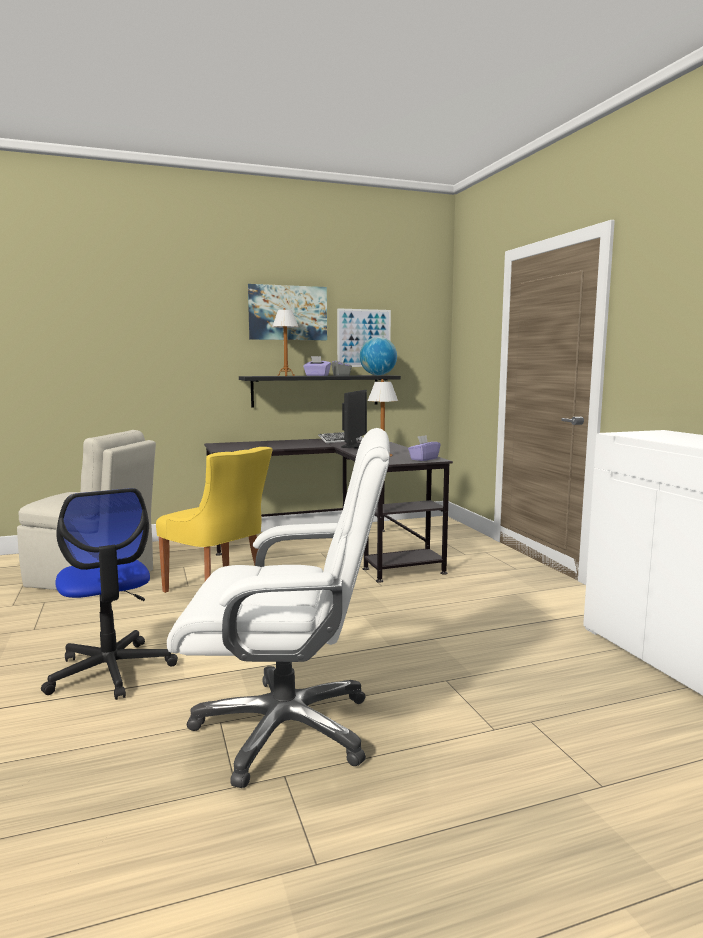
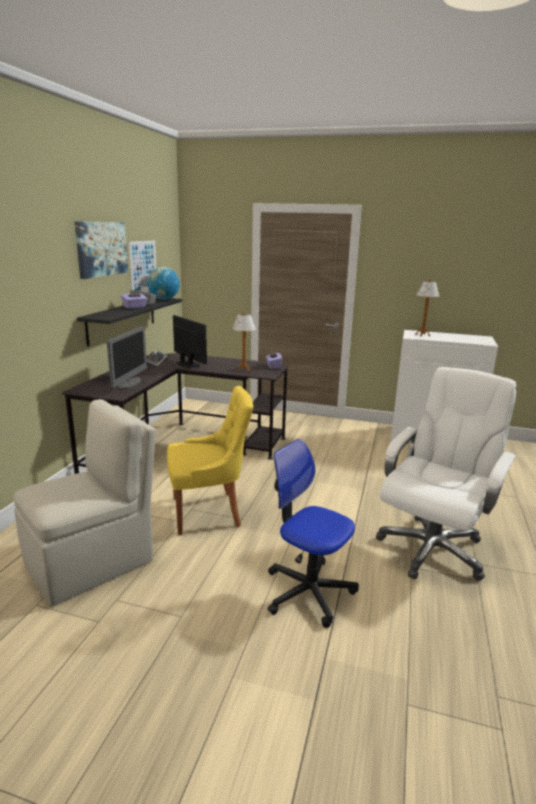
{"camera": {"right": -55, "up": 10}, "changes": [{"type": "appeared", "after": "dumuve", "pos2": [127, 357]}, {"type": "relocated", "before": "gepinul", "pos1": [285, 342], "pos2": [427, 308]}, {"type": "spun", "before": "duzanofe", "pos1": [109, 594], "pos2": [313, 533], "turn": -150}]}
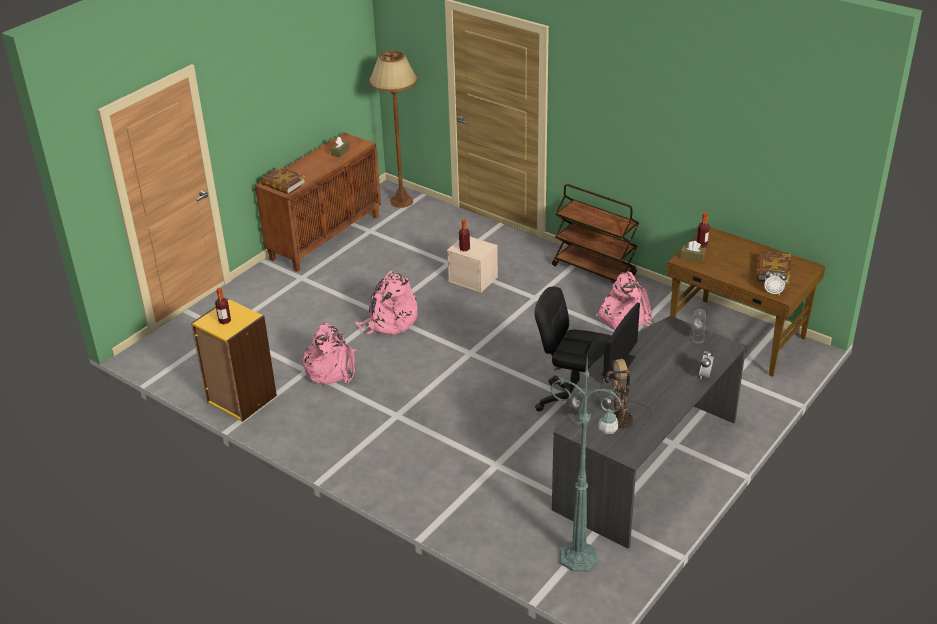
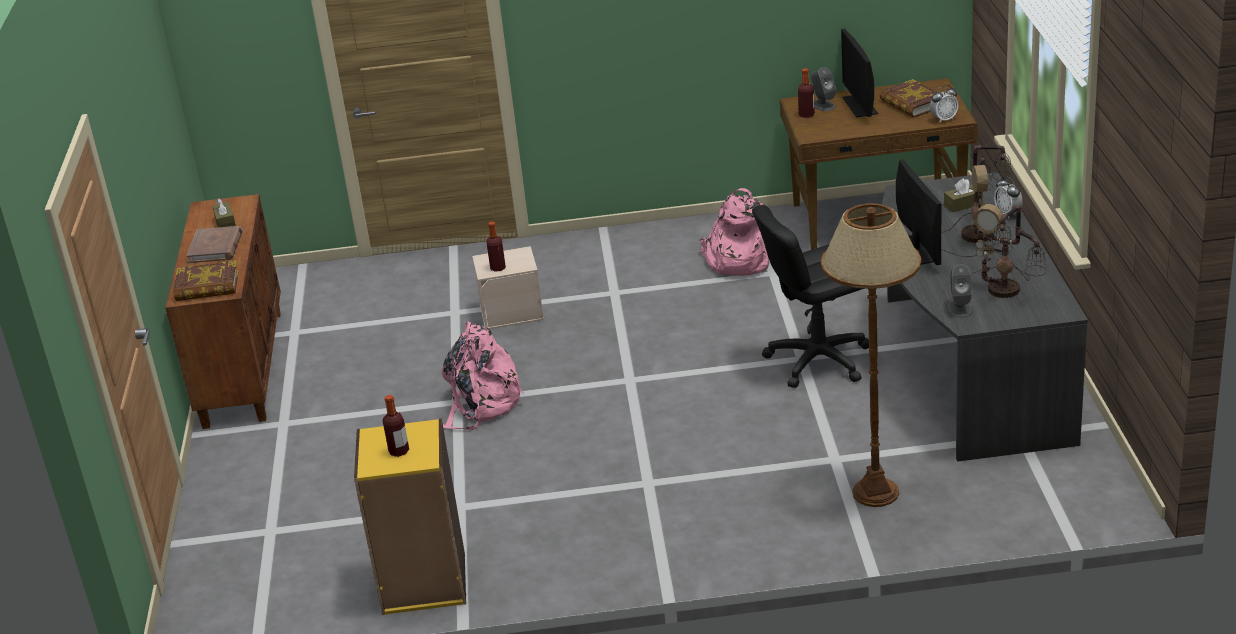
{"camera": {"right": -40, "up": -5}, "changes": [{"type": "missing", "before": "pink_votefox", "pos1": [329, 354]}, {"type": "missing", "before": "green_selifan", "pos1": [586, 461]}, {"type": "missing", "before": "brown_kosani", "pos1": [595, 233]}, {"type": "appeared", "after": "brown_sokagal", "pos2": [214, 244]}, {"type": "appeared", "after": "dumuve", "pos2": [859, 73]}, {"type": "appeared", "after": "gepinul", "pos2": [977, 201]}, {"type": "relocated", "before": "brown_selifan", "pos1": [393, 129], "pos2": [871, 355]}, {"type": "relocated", "before": "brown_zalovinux", "pos1": [693, 252], "pos2": [963, 195]}, {"type": "relocated", "before": "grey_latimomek", "pos1": [697, 326], "pos2": [823, 89]}]}
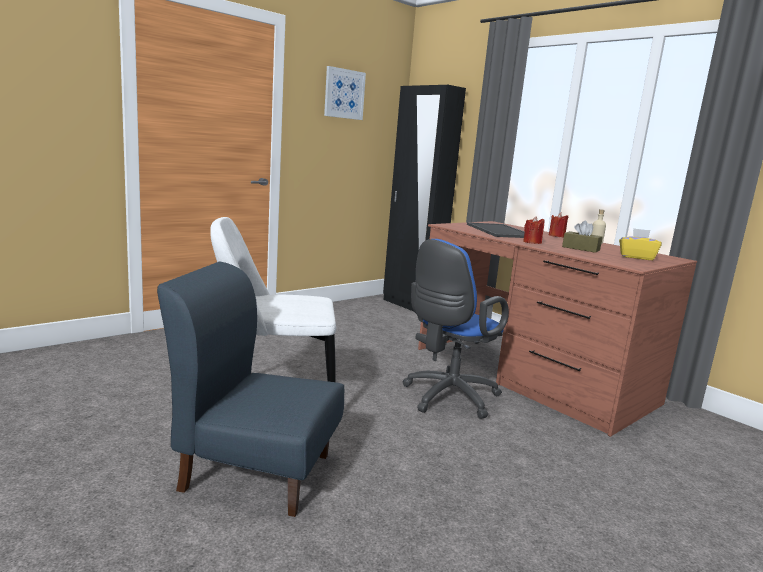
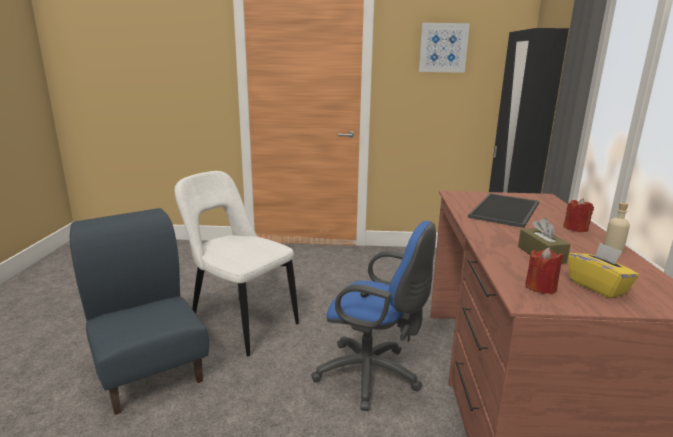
{"camera": {"right": 45, "up": 5}, "changes": [{"type": "relocated", "before": "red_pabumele", "pos1": [533, 230], "pos2": [544, 270]}, {"type": "spun", "before": "blue_duzanofe", "pos1": [455, 329], "pos2": [373, 316], "turn": -150}]}
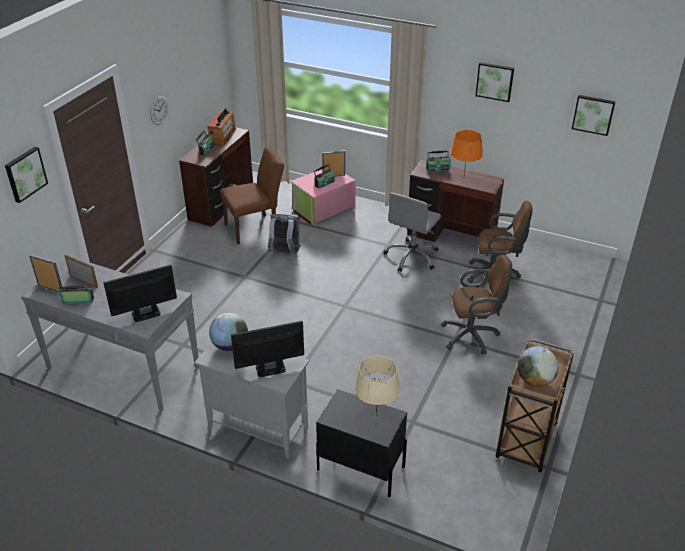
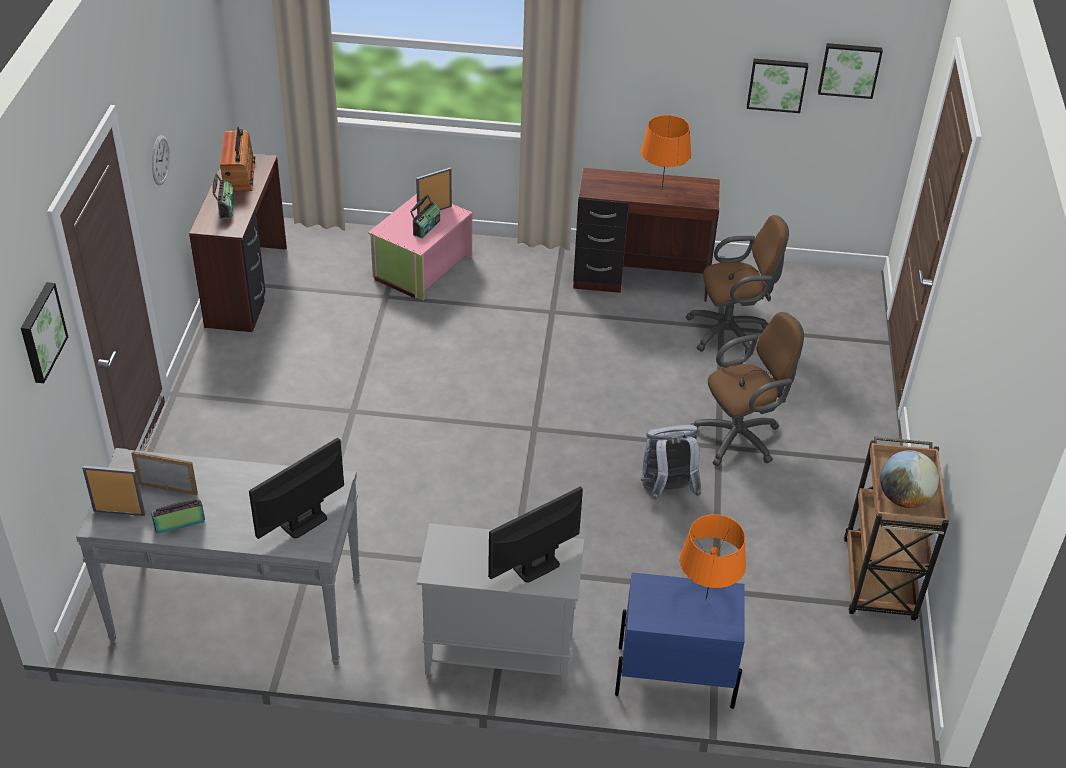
{"camera": {"right": -20, "up": 5}, "changes": [{"type": "missing", "before": "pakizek", "pos1": [228, 332]}, {"type": "missing", "before": "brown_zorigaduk", "pos1": [252, 195]}, {"type": "missing", "before": "grey_duzanofe", "pos1": [413, 232]}, {"type": "missing", "before": "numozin", "pos1": [438, 161]}, {"type": "relocated", "before": "grey_votefox", "pos1": [284, 234], "pos2": [671, 462]}, {"type": "relocated", "before": "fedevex", "pos1": [494, 82], "pos2": [777, 86]}, {"type": "colour", "before": "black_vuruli", "after": "blue_vuruli", "pos1": [361, 443], "pos2": [680, 640]}, {"type": "colour", "before": "beige_gepinul", "after": "orange_gepinul", "pos1": [377, 386], "pos2": [712, 557]}]}
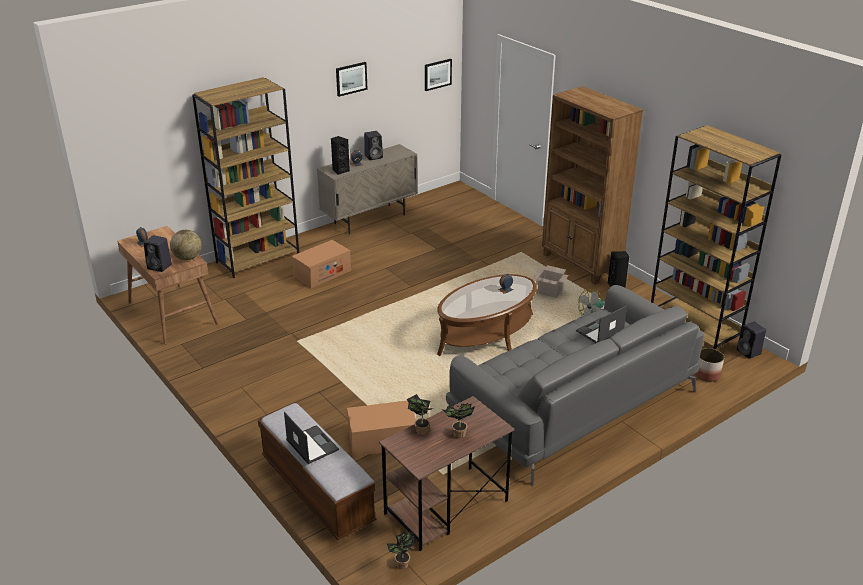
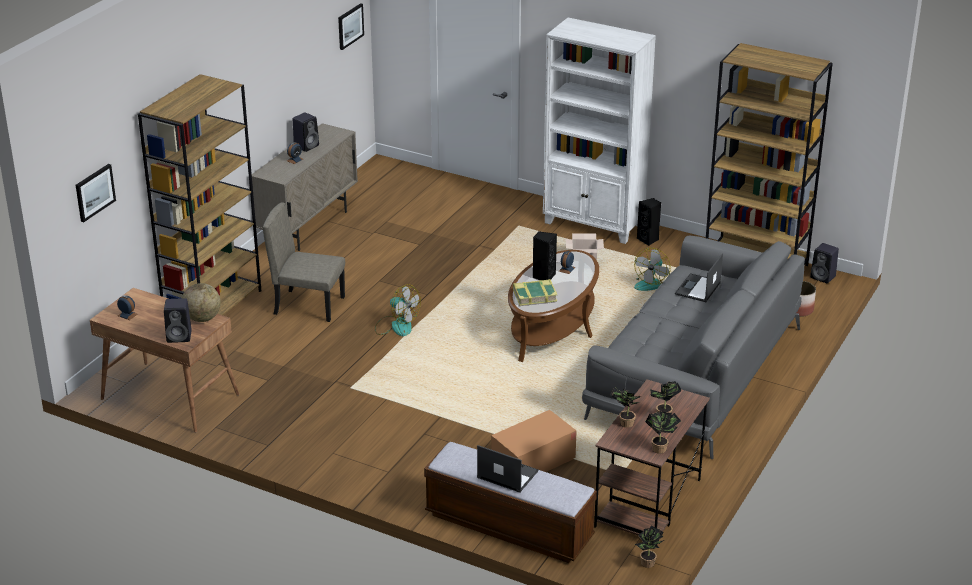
{"camera": {"right": -25, "up": 0}, "changes": [{"type": "appeared", "after": "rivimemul", "pos2": [398, 310]}, {"type": "appeared", "after": "sokagal", "pos2": [535, 292]}, {"type": "appeared", "after": "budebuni", "pos2": [663, 433]}, {"type": "relocated", "before": "black_latimomek", "pos1": [340, 155], "pos2": [545, 255]}, {"type": "relocated", "before": "fedevex", "pos1": [352, 79], "pos2": [96, 193]}, {"type": "exchanged", "before": "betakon", "after": "beige_zorigaduk", "pos1": [321, 264], "pos2": [304, 262]}, {"type": "colour", "before": "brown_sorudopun", "after": "white_sorudopun", "pos1": [592, 185], "pos2": [599, 131]}]}
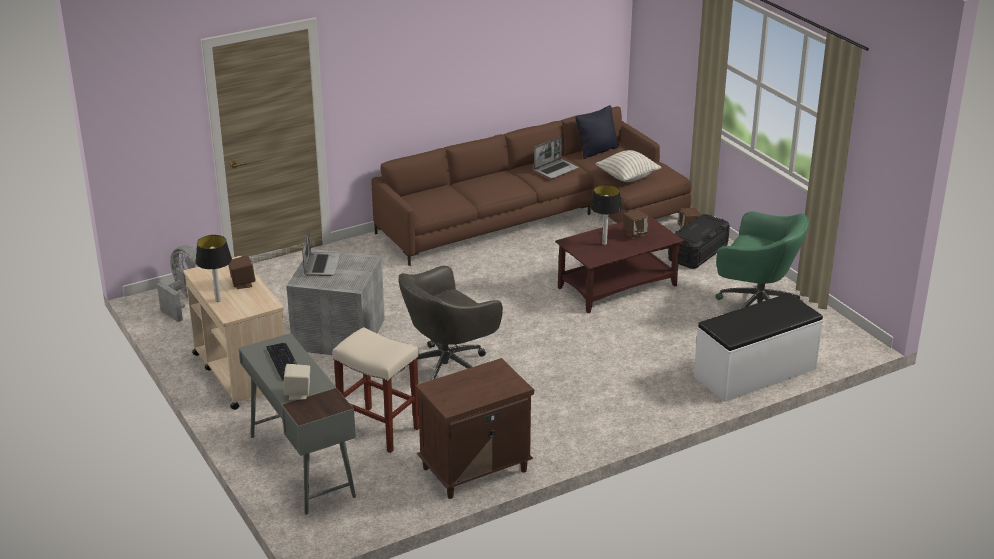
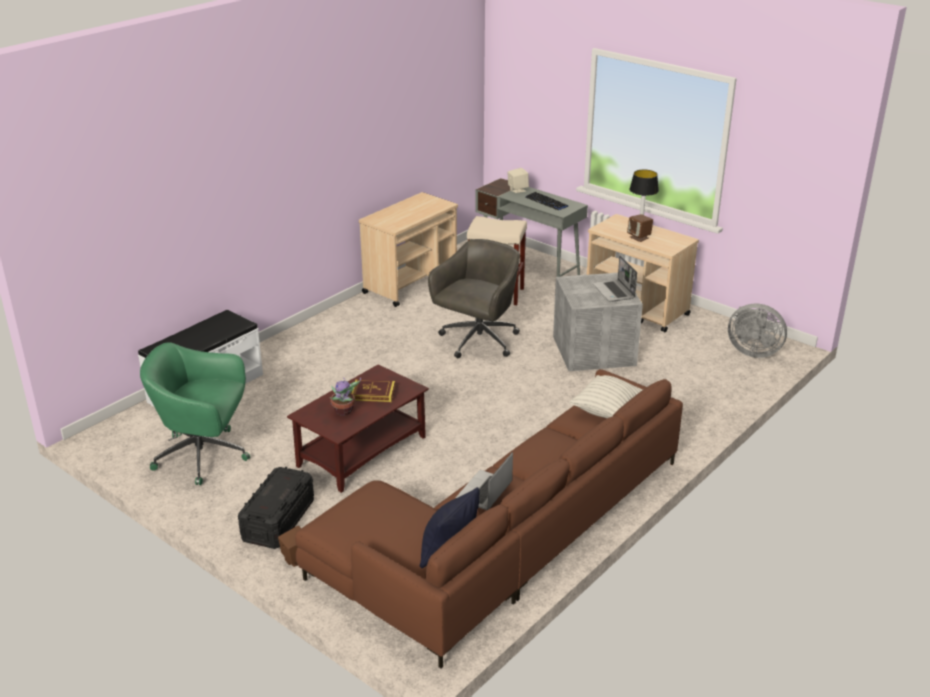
{"camera": {"right": 160, "up": 0}, "changes": [{"type": "relocated", "before": "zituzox", "pos1": [628, 166], "pos2": [606, 396]}, {"type": "exchanged", "before": "brown_vuruli", "after": "beige_kosani", "pos1": [475, 428], "pos2": [408, 249]}, {"type": "exchanged", "before": "gepinul", "after": "sokagal", "pos1": [606, 215], "pos2": [373, 390]}, {"type": "exchanged", "before": "brown_latimomek", "after": "budebuni", "pos1": [635, 224], "pos2": [345, 396]}]}
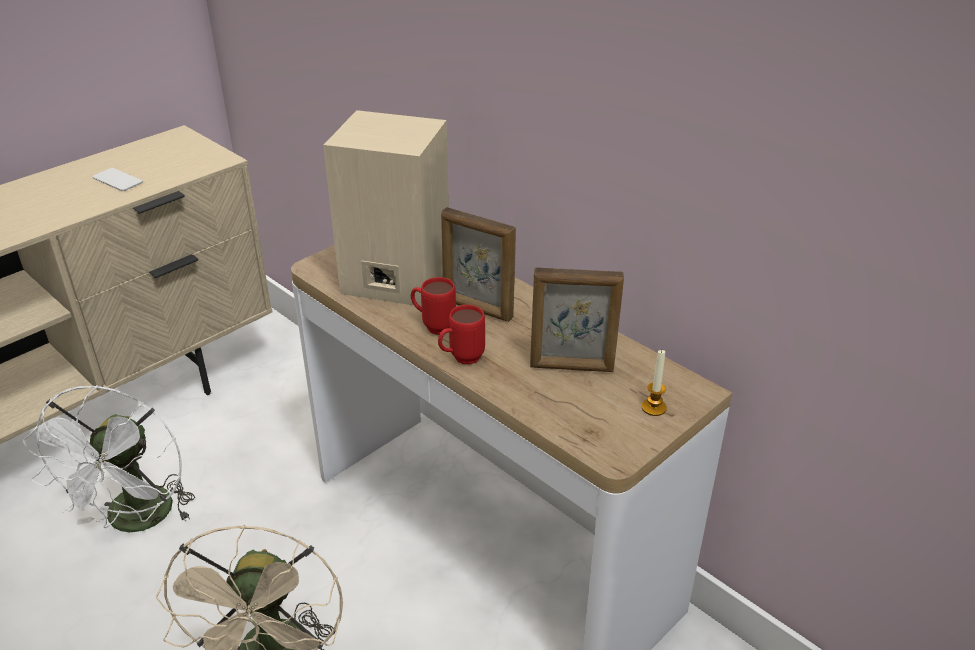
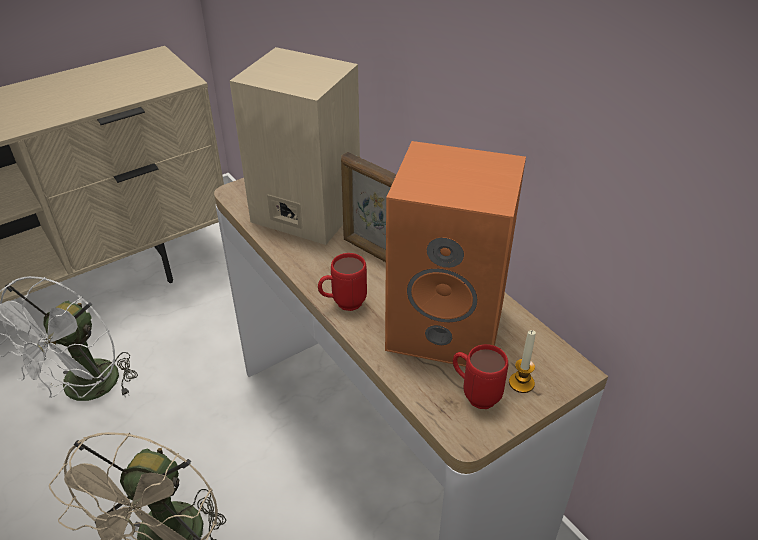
{"camera": {"right": 10, "up": 5}, "changes": [{"type": "missing", "before": "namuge", "pos1": [117, 179]}, {"type": "relocated", "before": "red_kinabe", "pos1": [433, 306], "pos2": [480, 376]}, {"type": "exchanged", "before": "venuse", "after": "orange_latimomek", "pos1": [577, 319], "pos2": [455, 254]}]}
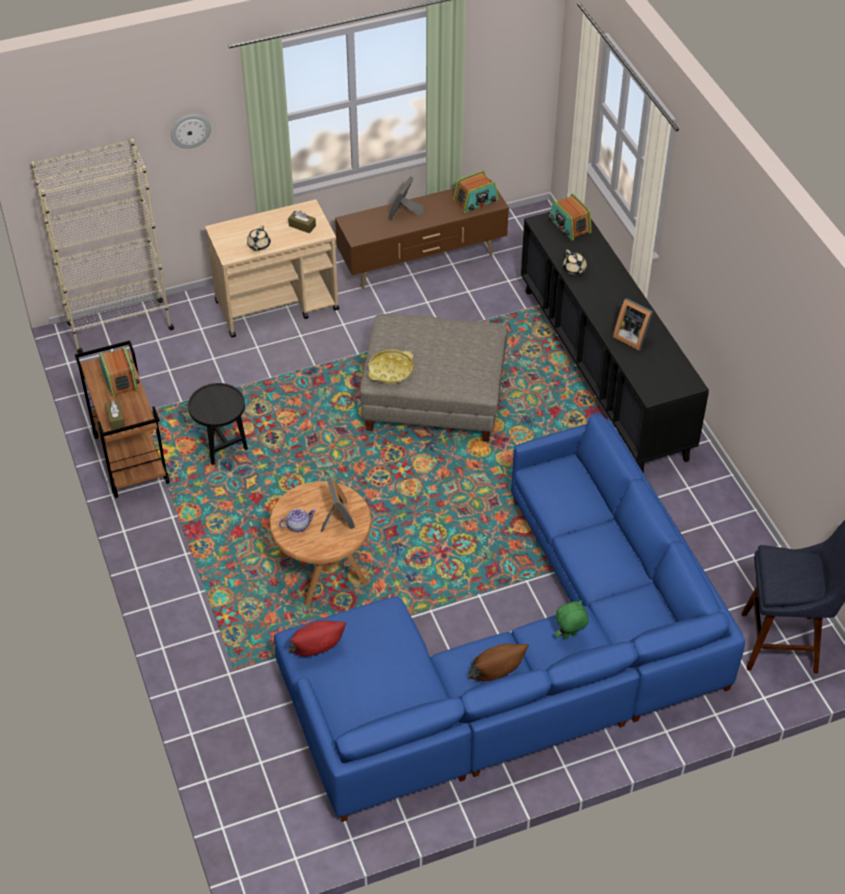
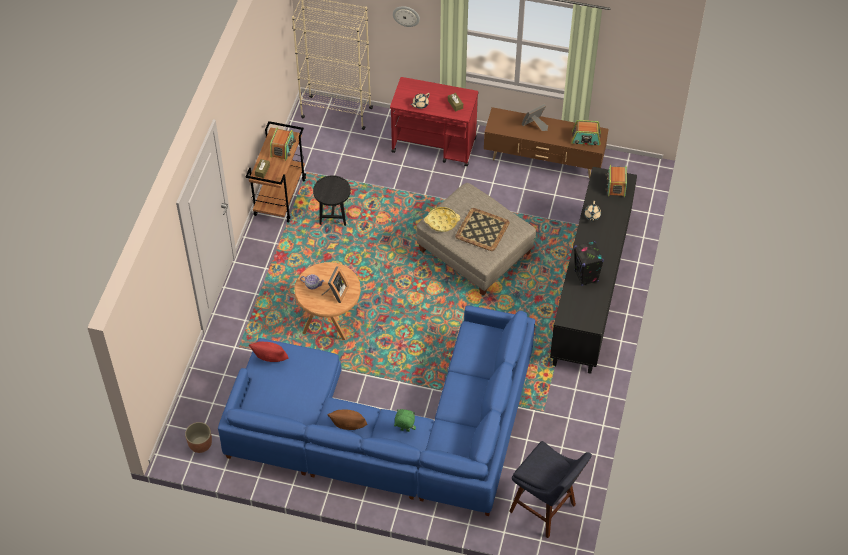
{"camera": {"right": 35, "up": 5}, "changes": [{"type": "appeared", "after": "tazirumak", "pos2": [198, 437]}, {"type": "appeared", "after": "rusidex", "pos2": [482, 229]}, {"type": "exchanged", "before": "venuse", "after": "black_latimomek", "pos1": [633, 324], "pos2": [589, 263]}, {"type": "colour", "before": "beige_kosani", "after": "red_kosani", "pos1": [272, 268], "pos2": [434, 122]}]}
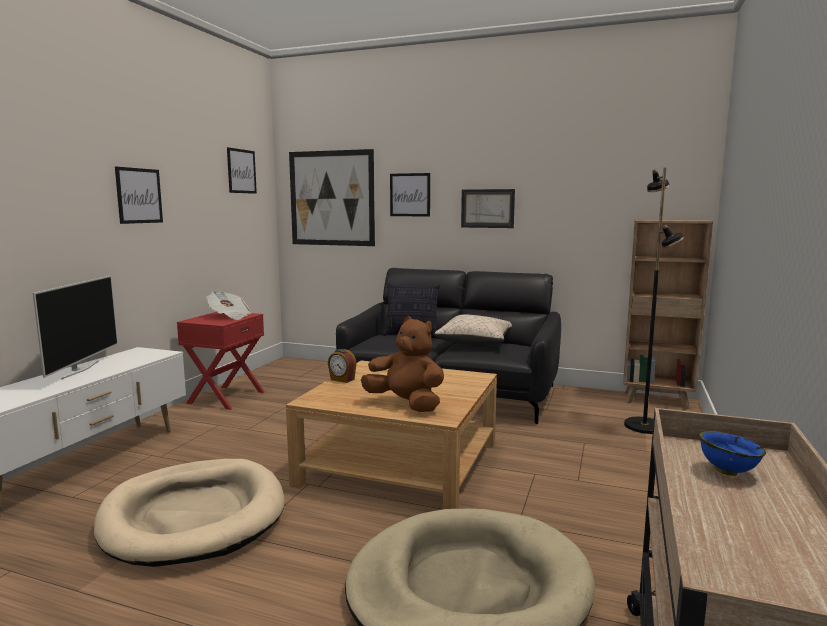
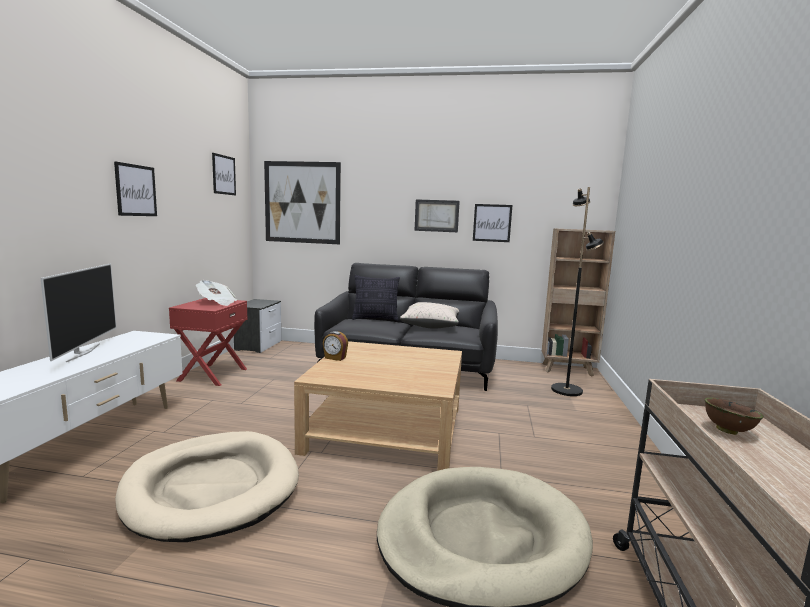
{"camera": {"right": -10, "up": 0}, "changes": [{"type": "missing", "before": "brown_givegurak", "pos1": [402, 364]}, {"type": "appeared", "after": "vuruli", "pos2": [257, 326]}, {"type": "relocated", "before": "fedevex", "pos1": [410, 195], "pos2": [492, 223]}, {"type": "colour", "before": "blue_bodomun", "after": "brown_bodomun", "pos1": [733, 453], "pos2": [734, 416]}]}
